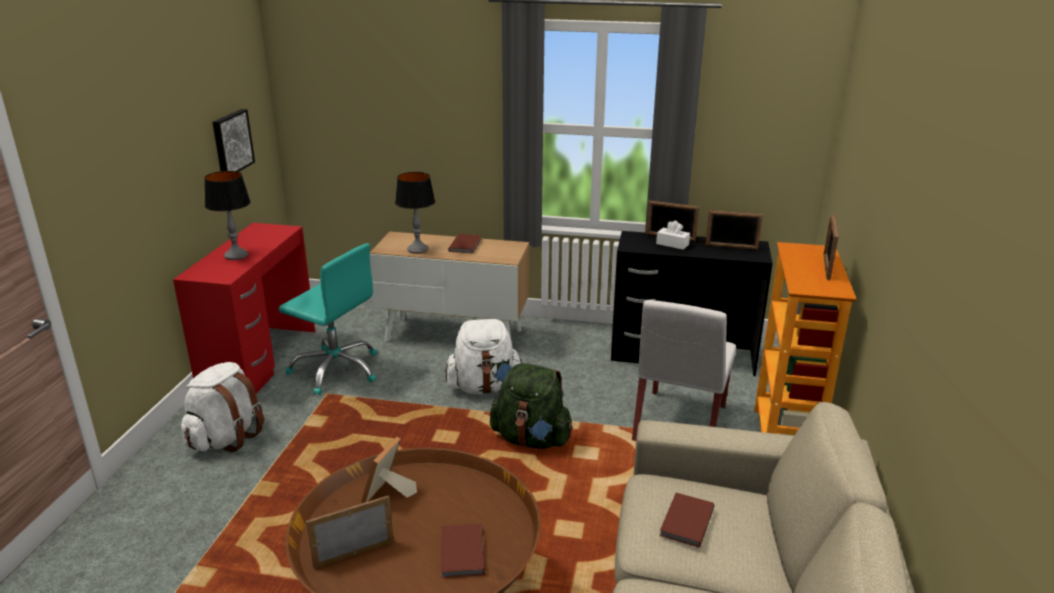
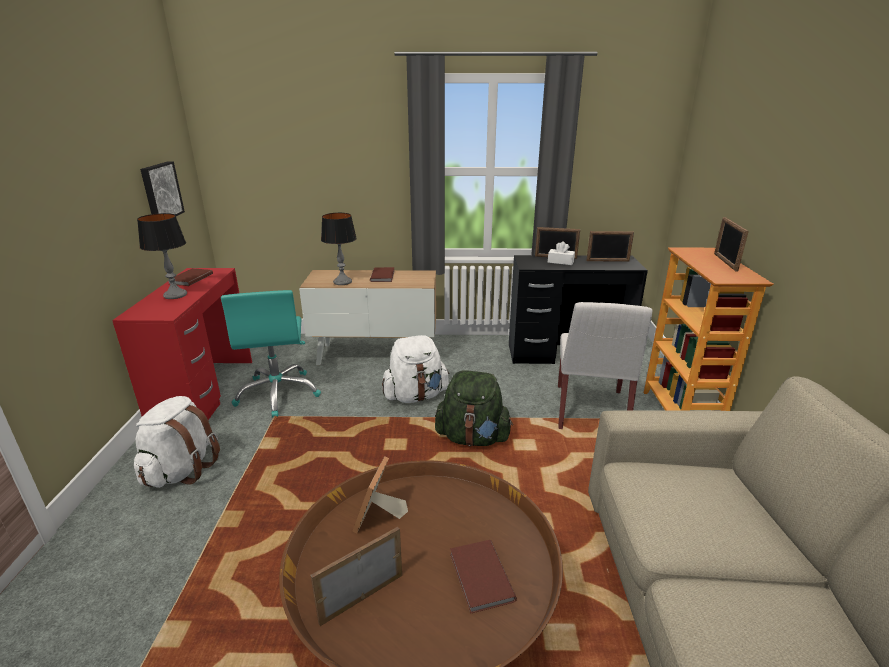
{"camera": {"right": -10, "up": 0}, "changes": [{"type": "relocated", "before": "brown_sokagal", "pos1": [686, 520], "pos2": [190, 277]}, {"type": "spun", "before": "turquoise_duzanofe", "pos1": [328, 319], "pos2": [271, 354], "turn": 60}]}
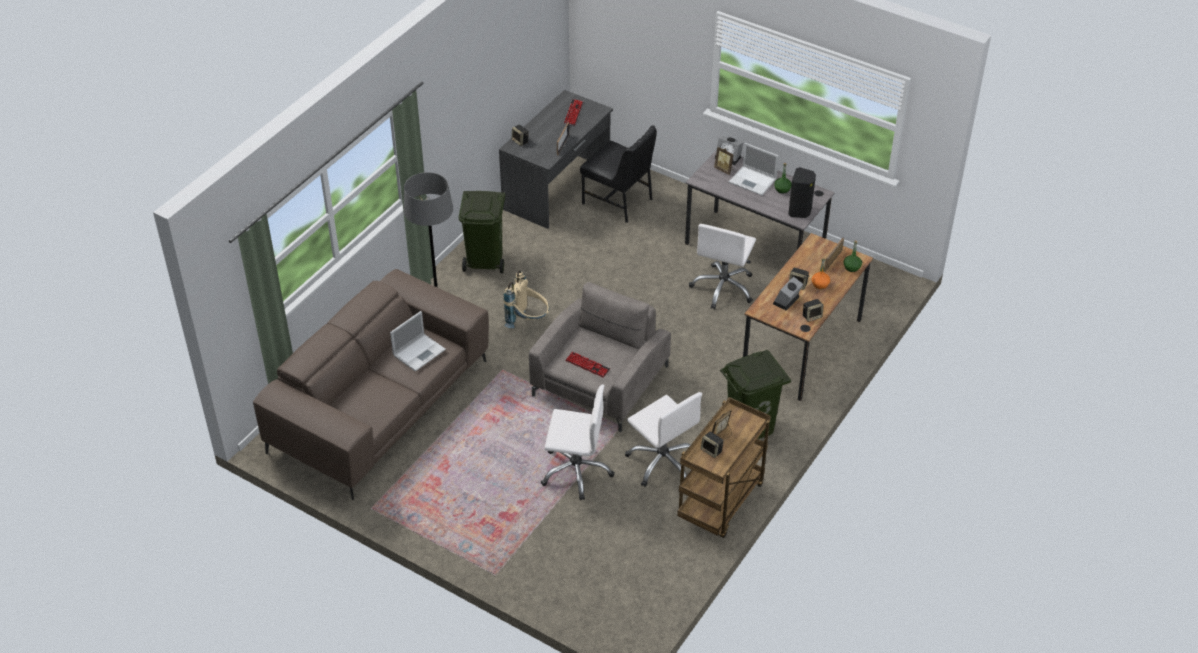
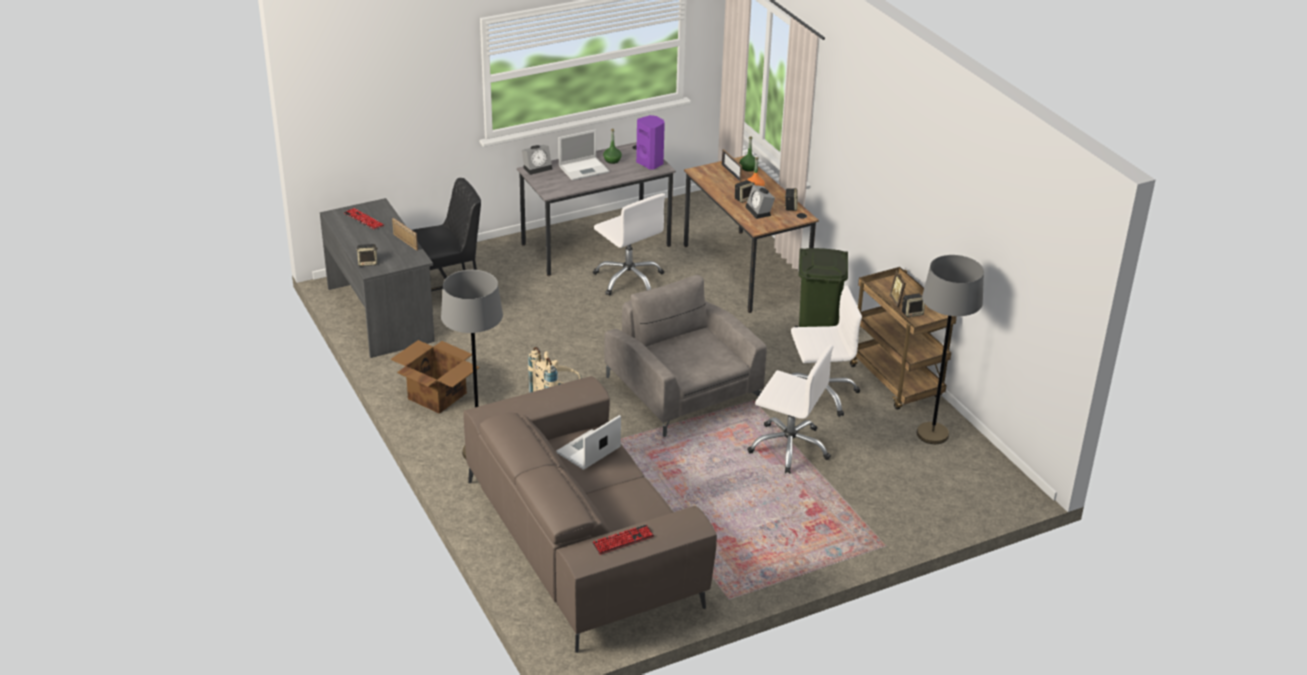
{"camera": {"right": -60, "up": -10}, "changes": [{"type": "missing", "before": "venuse", "pos1": [724, 161]}, {"type": "appeared", "after": "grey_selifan", "pos2": [950, 349]}, {"type": "relocated", "before": "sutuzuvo", "pos1": [587, 364], "pos2": [623, 540]}, {"type": "exchanged", "before": "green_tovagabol", "after": "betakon", "pos1": [482, 232], "pos2": [435, 377]}, {"type": "colour", "before": "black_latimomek", "after": "purple_latimomek", "pos1": [802, 192], "pos2": [650, 142]}, {"type": "spun", "before": "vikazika", "pos1": [418, 341], "pos2": [588, 442], "turn": -120}, {"type": "spun", "before": "white_duzanofe", "pos1": [578, 442], "pos2": [790, 409], "turn": 75}]}
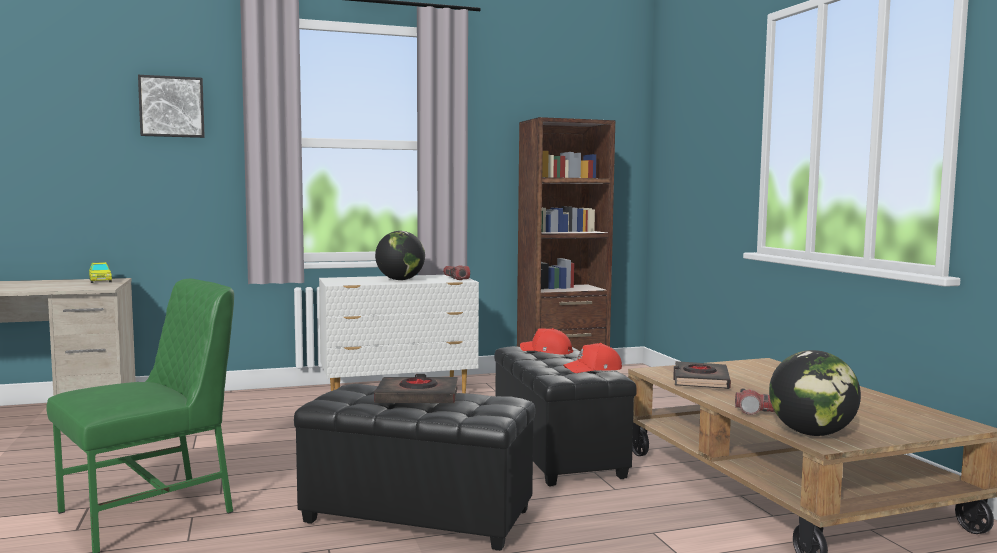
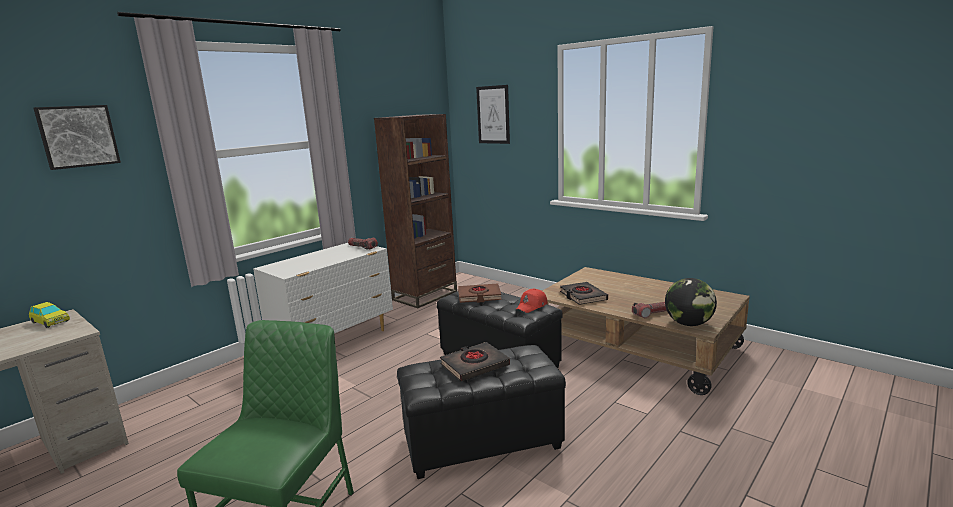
{"camera": {"right": -30, "up": 10}, "changes": [{"type": "missing", "before": "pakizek", "pos1": [400, 255]}, {"type": "appeared", "after": "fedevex", "pos2": [493, 114]}, {"type": "exchanged", "before": "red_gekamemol", "after": "brown_sokagal", "pos1": [546, 341], "pos2": [480, 293]}]}
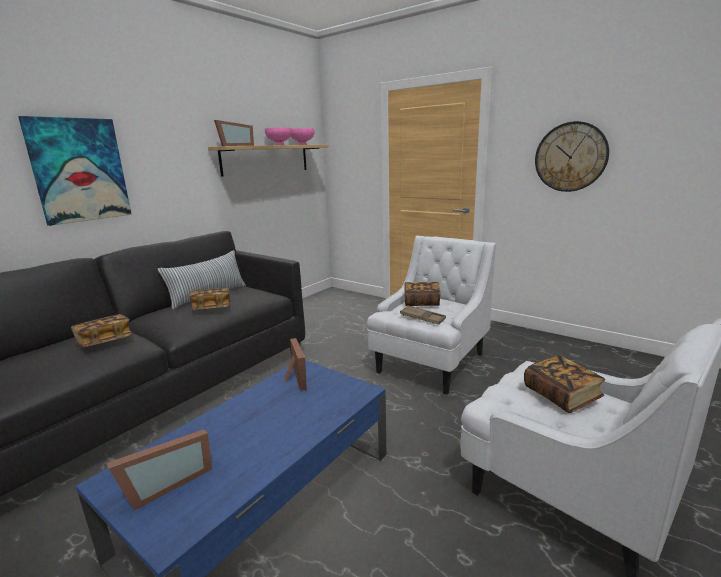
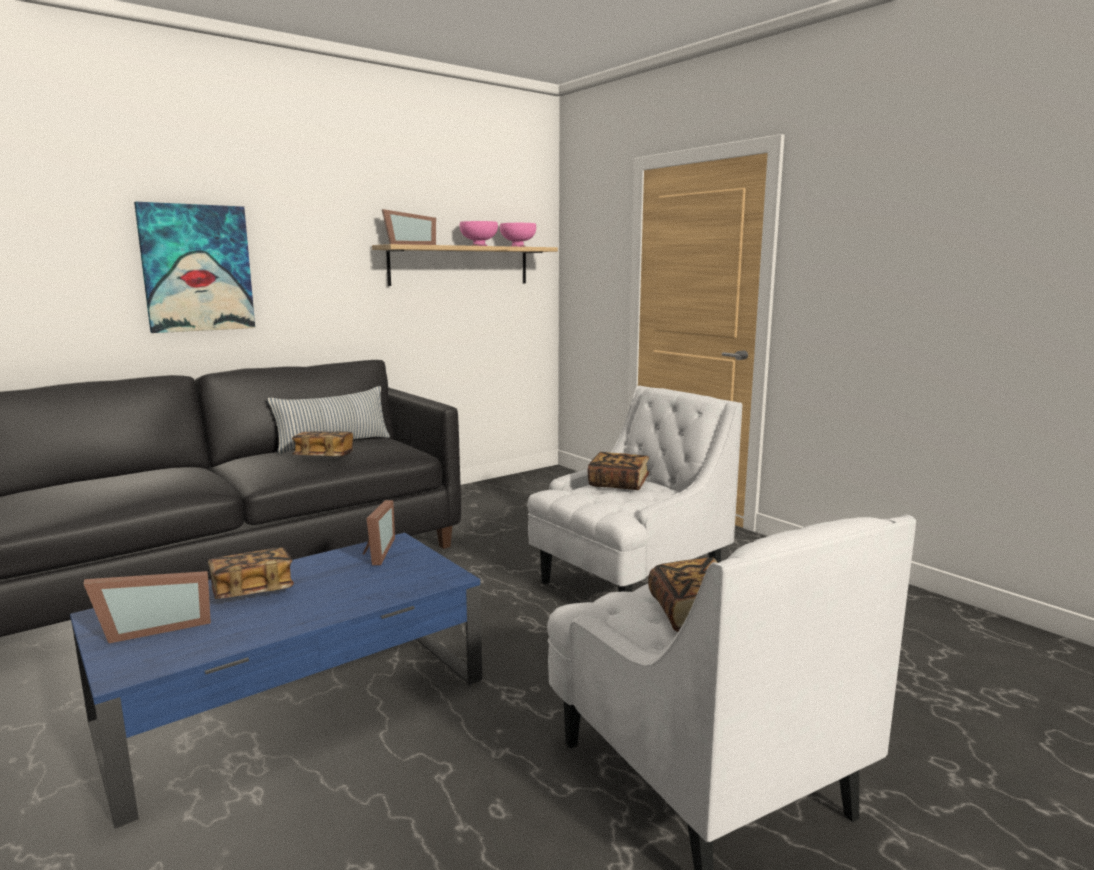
{"camera": {"right": 15, "up": -5}, "changes": [{"type": "missing", "before": "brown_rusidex", "pos1": [423, 314]}, {"type": "missing", "before": "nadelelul", "pos1": [572, 156]}, {"type": "relocated", "before": "sokagal", "pos1": [102, 330], "pos2": [251, 573]}]}
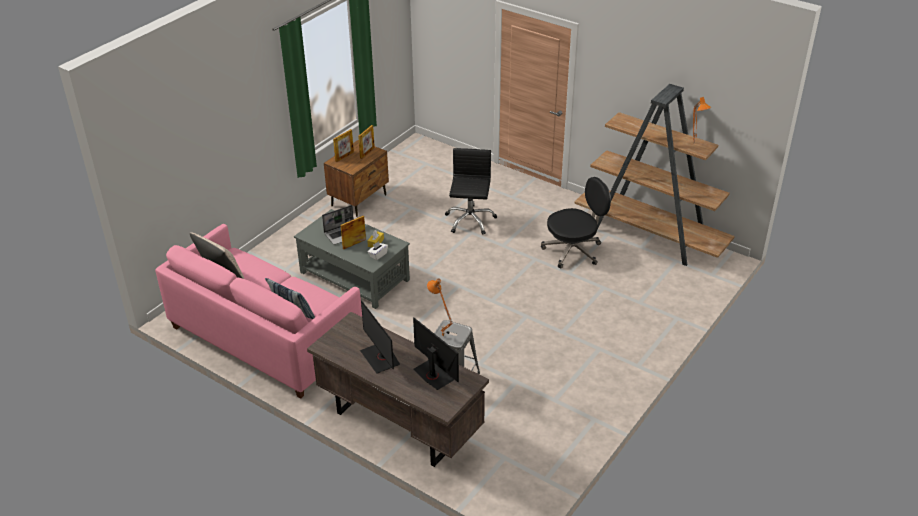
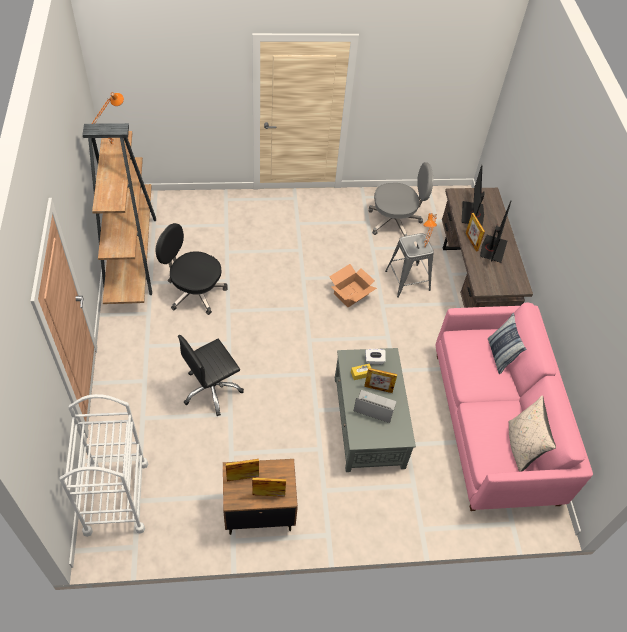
{"camera": {"right": -135, "up": 15}, "changes": [{"type": "appeared", "after": "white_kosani", "pos2": [103, 465]}, {"type": "appeared", "after": "betakon", "pos2": [353, 285]}, {"type": "appeared", "after": "grey_duzanofe", "pos2": [401, 199]}, {"type": "appeared", "after": "venuse", "pos2": [475, 232]}]}
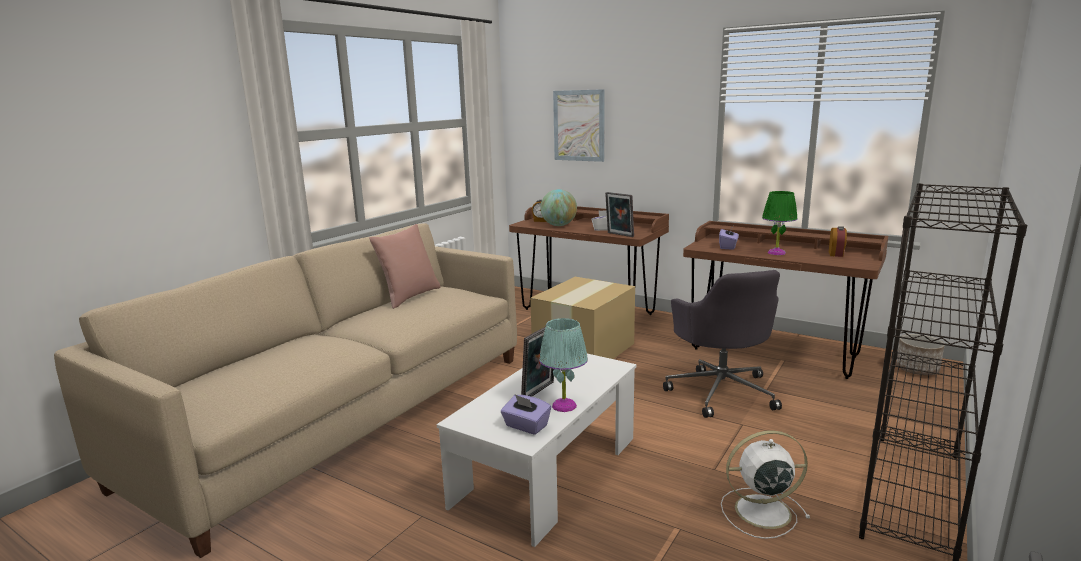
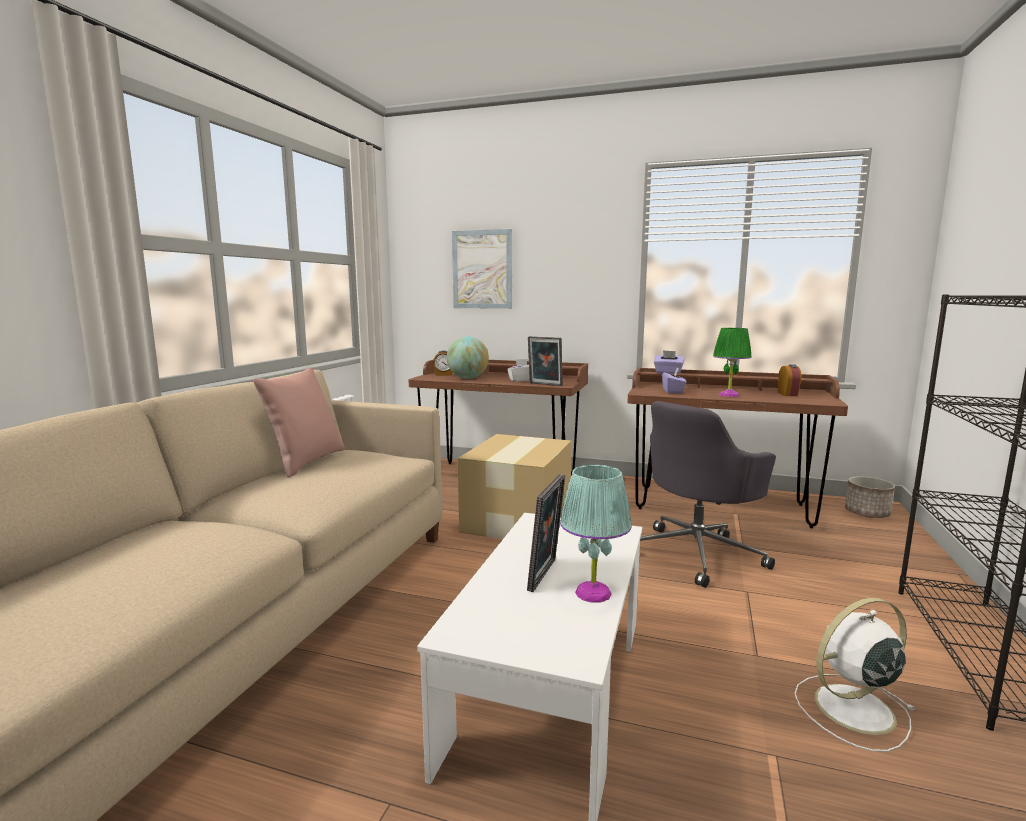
{"camera": {"right": -15, "up": -5}, "changes": [{"type": "relocated", "before": "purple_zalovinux", "pos1": [526, 415], "pos2": [669, 362]}, {"type": "spun", "before": "grey_duzanofe", "pos1": [722, 344], "pos2": [708, 494], "turn": 75}]}
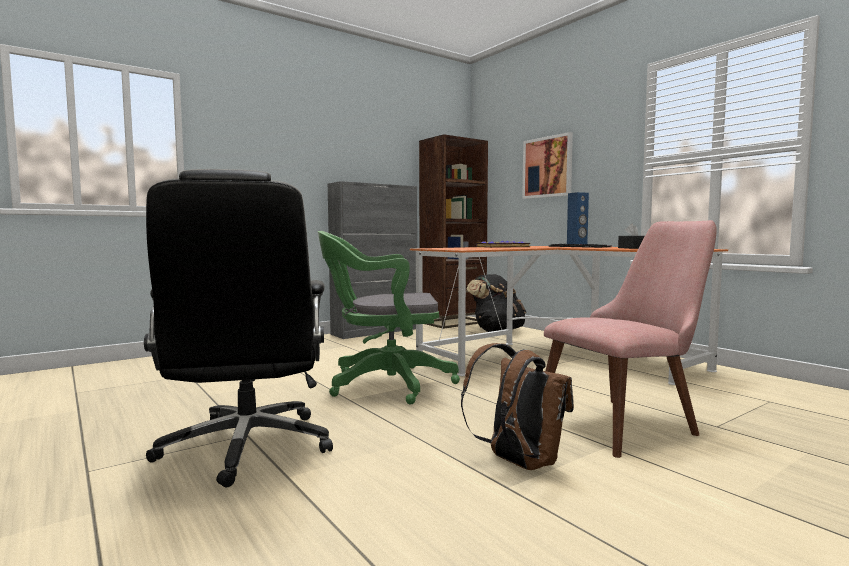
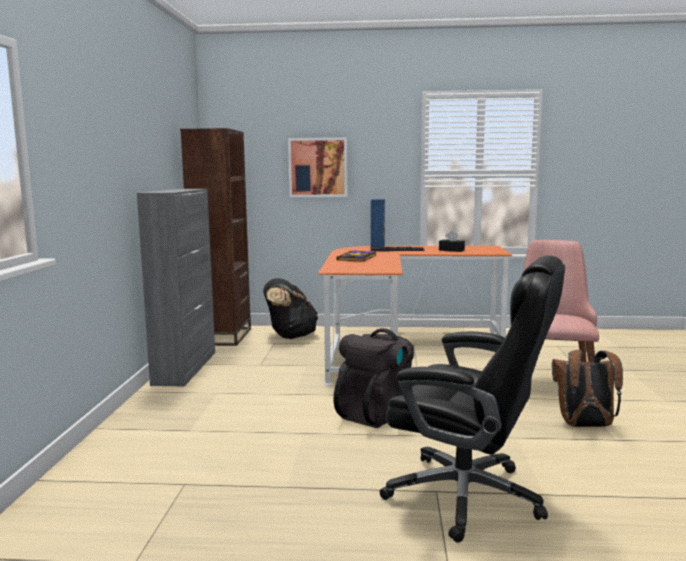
{"camera": {"right": -50, "up": 5}, "changes": [{"type": "exchanged", "before": "green_duzanofe", "after": "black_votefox", "pos1": [389, 317], "pos2": [374, 378]}]}
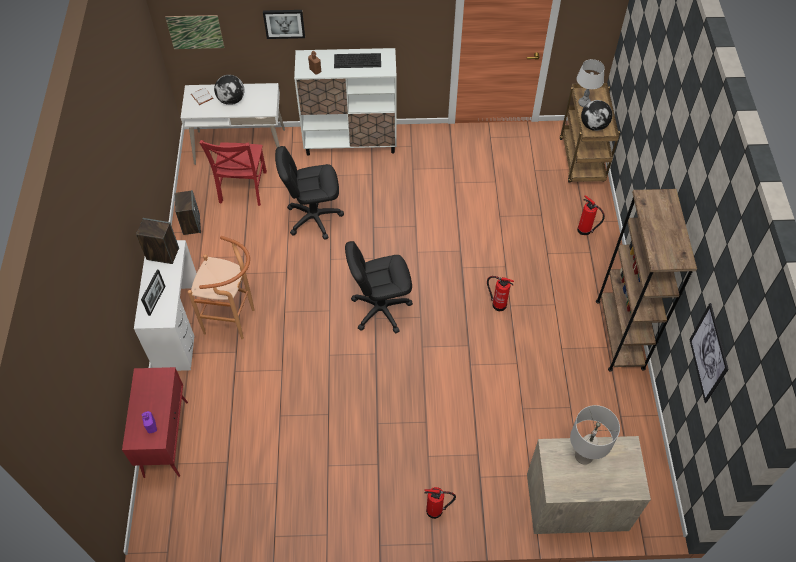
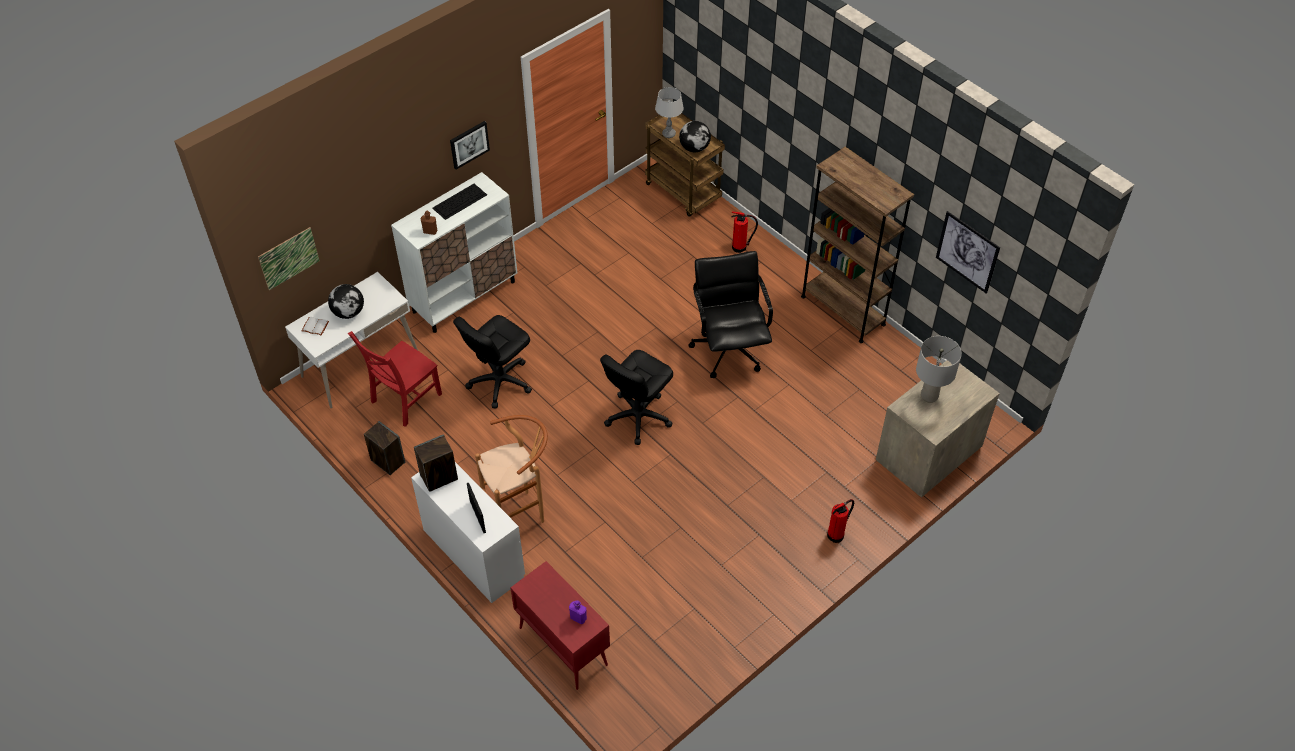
{"camera": {"right": -40, "up": -5}, "changes": [{"type": "relocated", "before": "fedevex", "pos1": [284, 24], "pos2": [470, 145]}, {"type": "exchanged", "before": "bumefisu", "after": "black_duzanofe", "pos1": [500, 293], "pos2": [730, 314]}, {"type": "spun", "before": "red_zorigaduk", "pos1": [233, 173], "pos2": [395, 379], "turn": 75}]}
